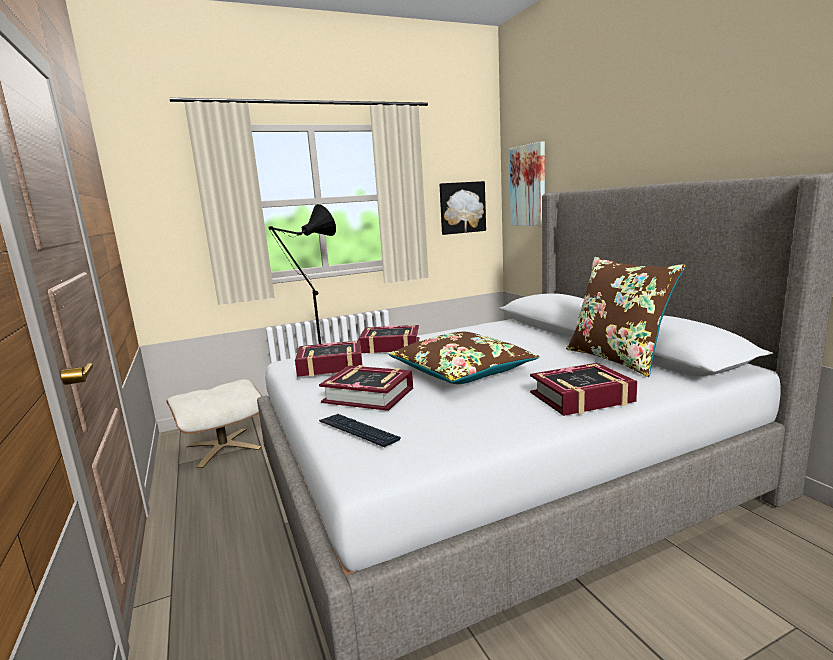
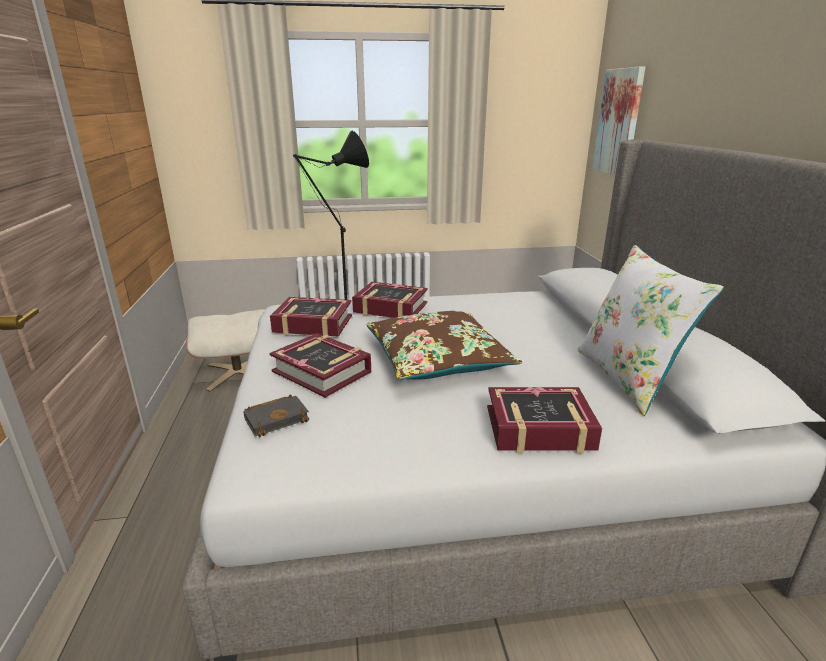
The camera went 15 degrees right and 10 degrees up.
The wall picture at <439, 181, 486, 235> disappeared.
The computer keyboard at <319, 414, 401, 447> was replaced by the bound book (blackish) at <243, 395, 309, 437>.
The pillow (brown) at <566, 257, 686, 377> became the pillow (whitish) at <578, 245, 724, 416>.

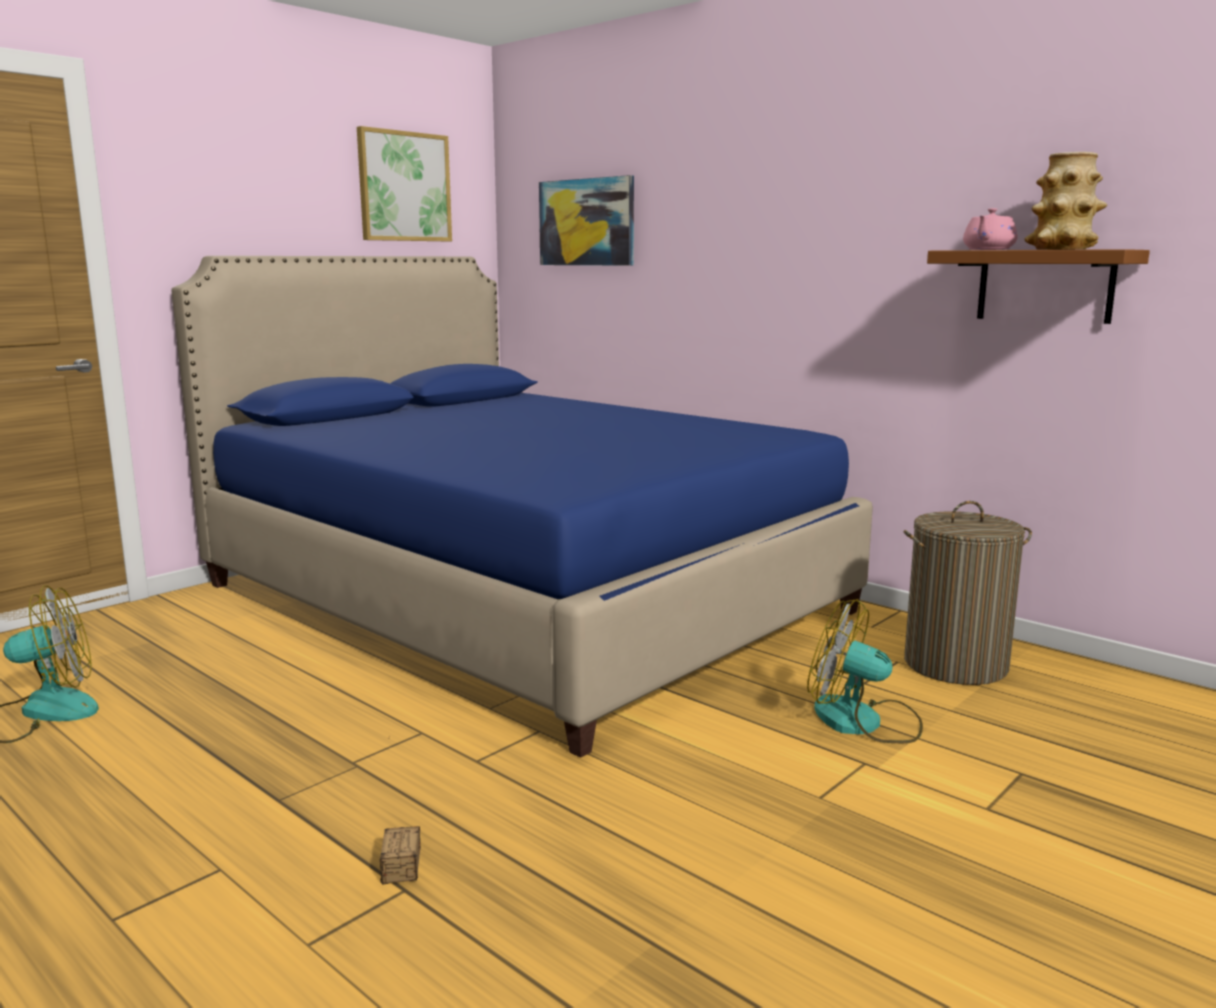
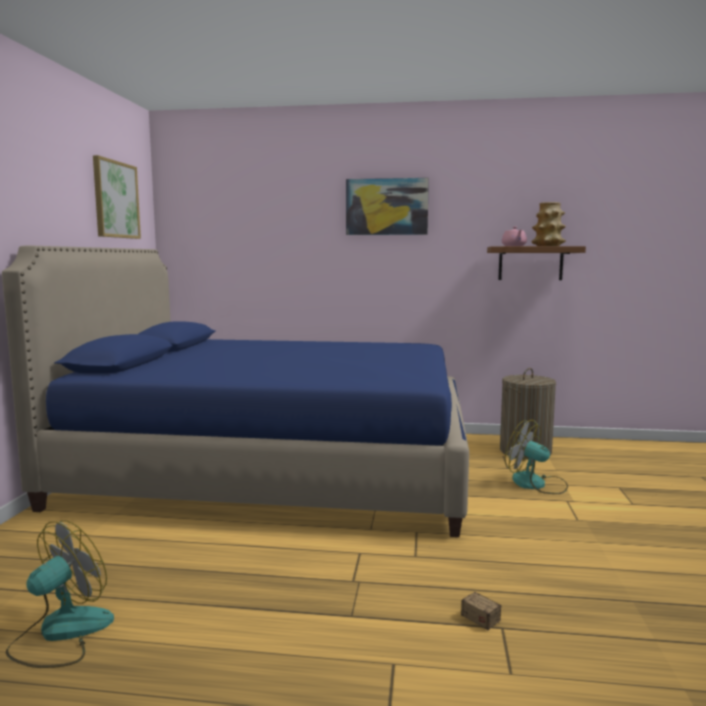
The camera went 35 degrees left and 5 degrees down.
The wall picture moved from <539, 175, 634, 266> to <346, 178, 429, 235>.
The cooling fan at <807, 599, 923, 743> turned 45 degrees clockwise.

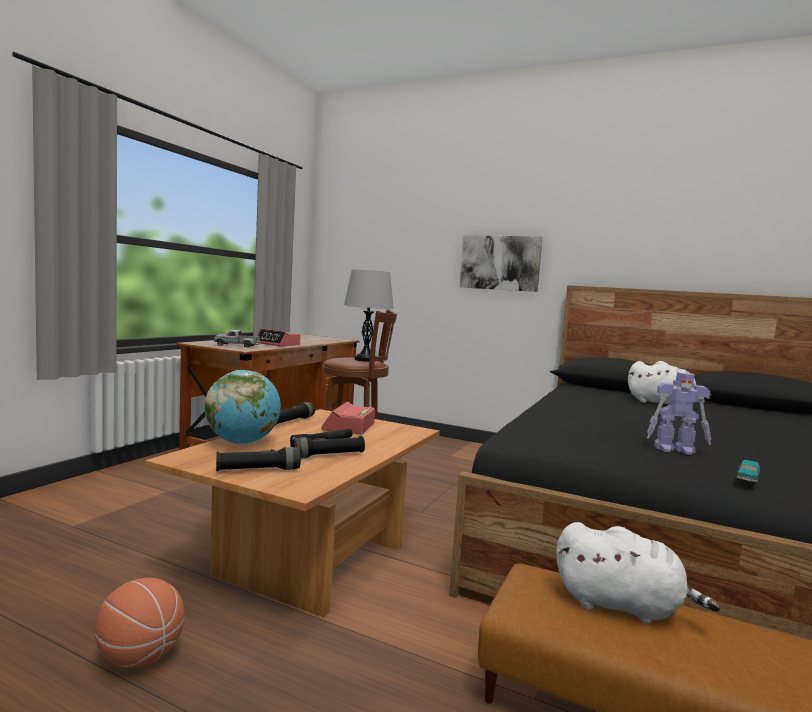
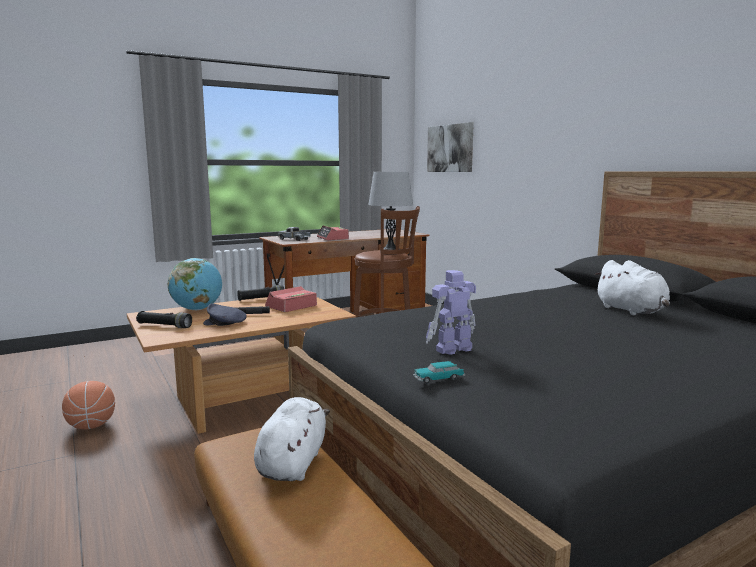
The camera went 35 degrees right and 5 degrees up.
The wall picture moved from <460, 235, 543, 292> to <427, 122, 474, 172>.
The torch (blackish) at <290, 436, 365, 459> was replaced by the cap (gray) at <203, 304, 247, 326>.
The cuddly toy (whitish) at <556, 522, 721, 624> turned 135 degrees counterclockwise.
The model robot at <647, 372, 711, 455> turned 105 degrees clockwise.

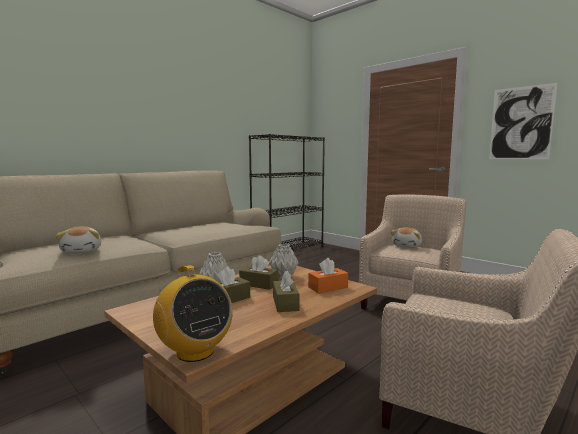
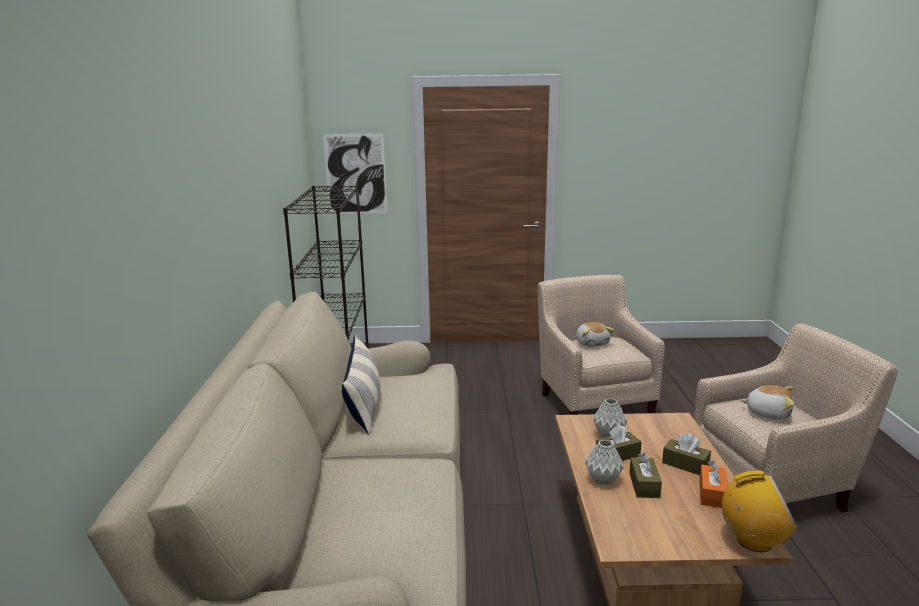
The camera went 45 degrees left and 10 degrees up.
The pillow at <342, 335, 380, 435> appeared.
The cuddly toy moved from <55, 226, 101, 254> to <741, 385, 794, 420>.
The tissue box (orange-coloured) moved from <308, 258, 348, 293> to <699, 461, 728, 508>.
The wall picture moved from <489, 83, 557, 159> to <323, 133, 387, 214>.

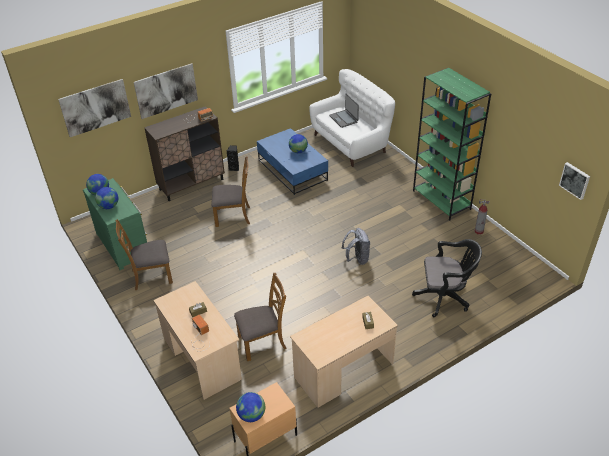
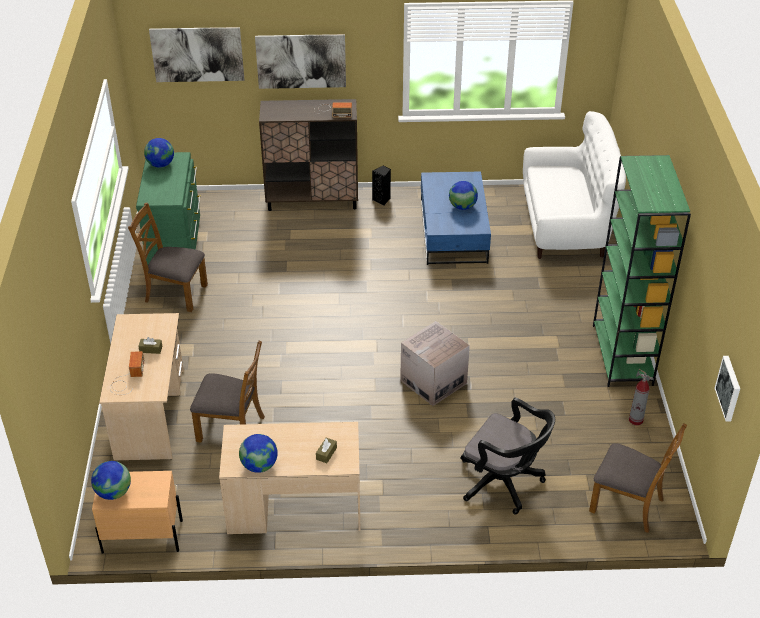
The camera went 30 degrees right and 0 degrees up.
The laptop at <329, 94, 359, 128> disappeared.
The world globe moved from <95, 187, 118, 209> to <239, 434, 278, 473>.
The upright chair (brown) moved from <211, 156, 250, 227> to <589, 423, 687, 533>.
The rucksack (gray) at <342, 228, 370, 265> was replaced by the packing box at <400, 321, 470, 406>.

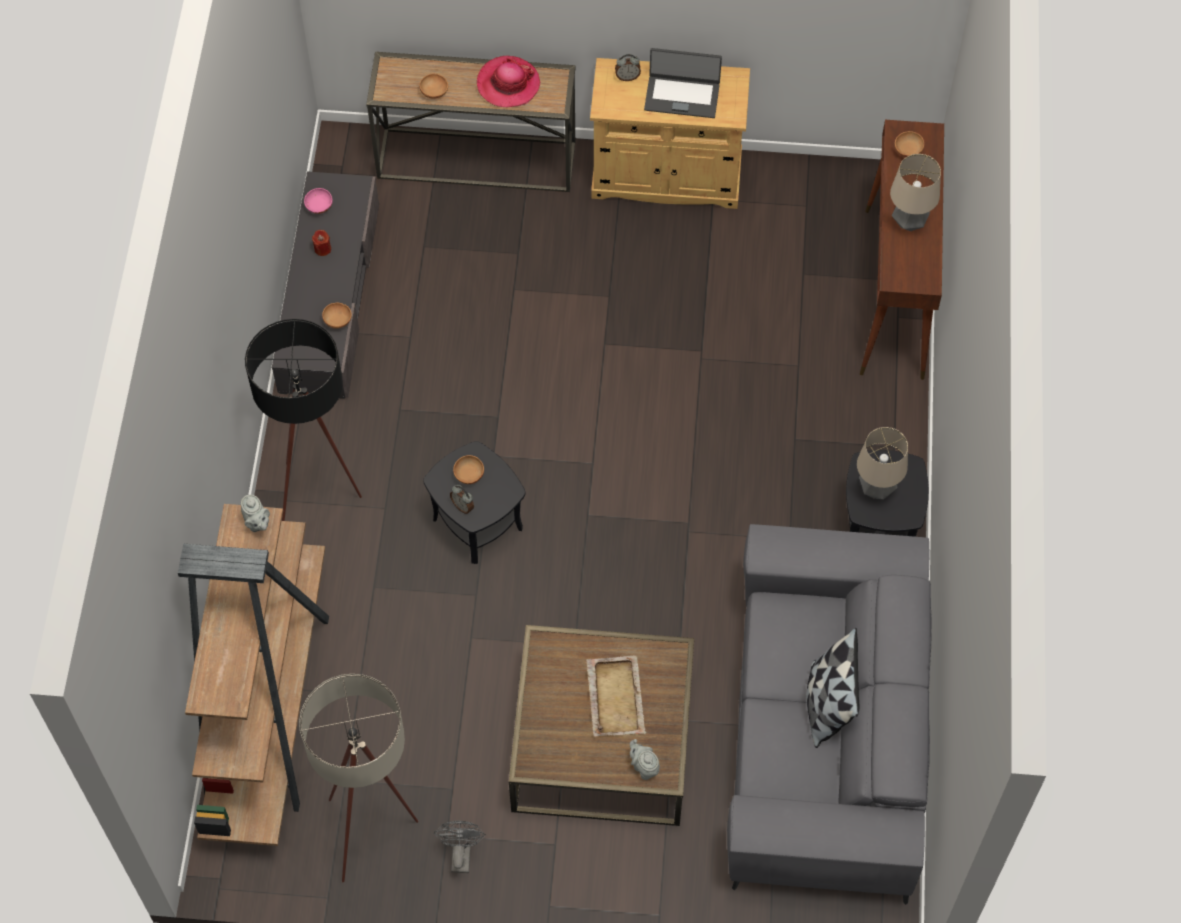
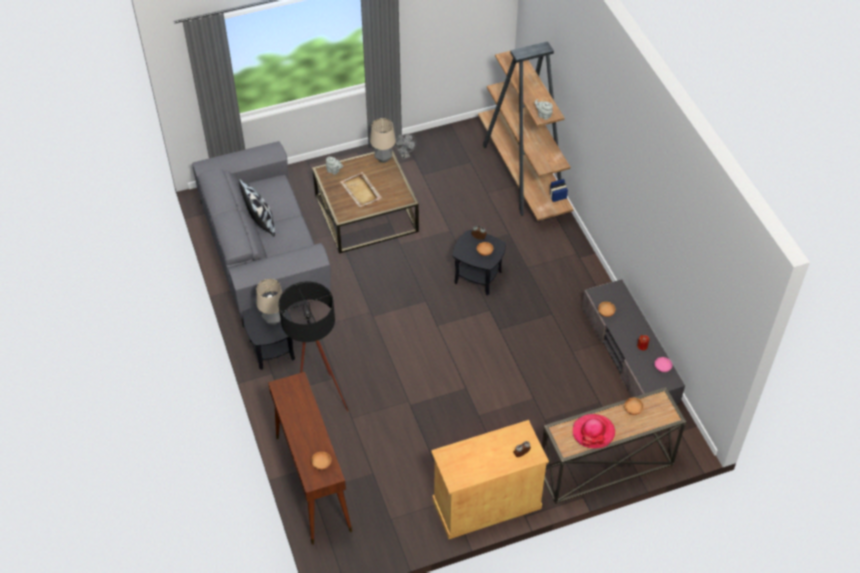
The camera went 155 degrees right and 10 degrees down.
The standing lamp (sand-coloured) at <299, 674, 418, 882> disappeared.
The laptop at <644, 48, 722, 118> disappeared.
The standing lamp (blackish) moved from <245, 319, 362, 521> to <278, 281, 348, 412>.
The tabletop lamp moved from <890, 154, 941, 231> to <370, 118, 396, 163>.

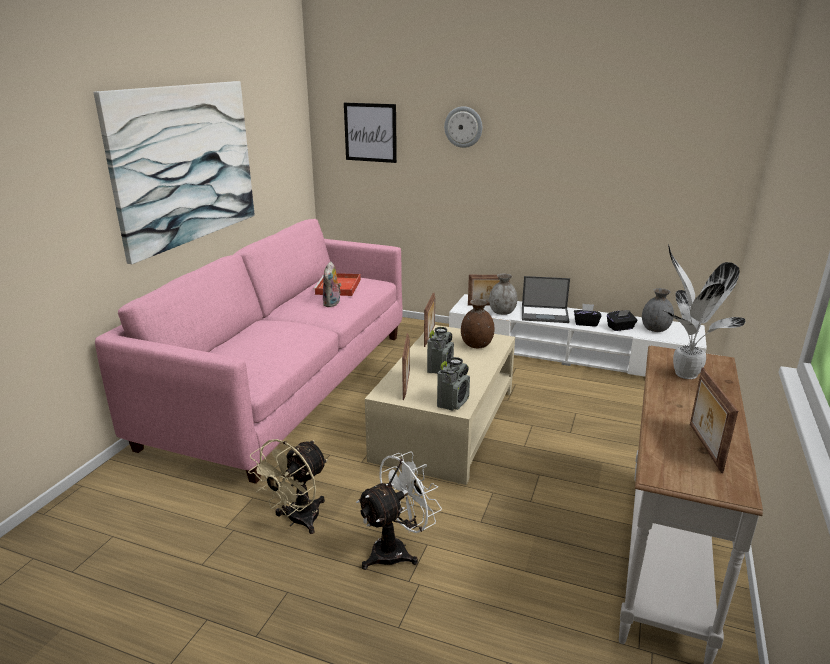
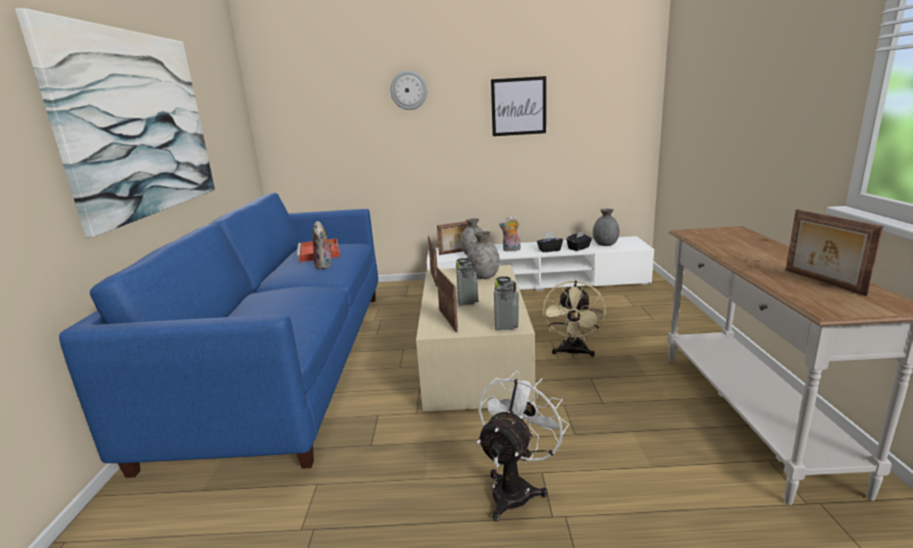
The camera went 20 degrees left and 5 degrees down.
The potted plant at <662, 245, 745, 379> disappeared.
The cooling fan (sand-coloured) moved from <248, 439, 328, 534> to <542, 280, 606, 357>.
The wall picture moved from <344, 103, 397, 163> to <491, 76, 546, 136>.
The laptop at <522, 276, 570, 323> was replaced by the cuddly toy at <499, 215, 521, 251>.
The settee (pink) at <95, 219, 402, 484> became the settee (blue) at <59, 193, 378, 478>.
The flower vase (brown) at <461, 299, 494, 348> became the flower vase (gray) at <467, 231, 500, 279>.

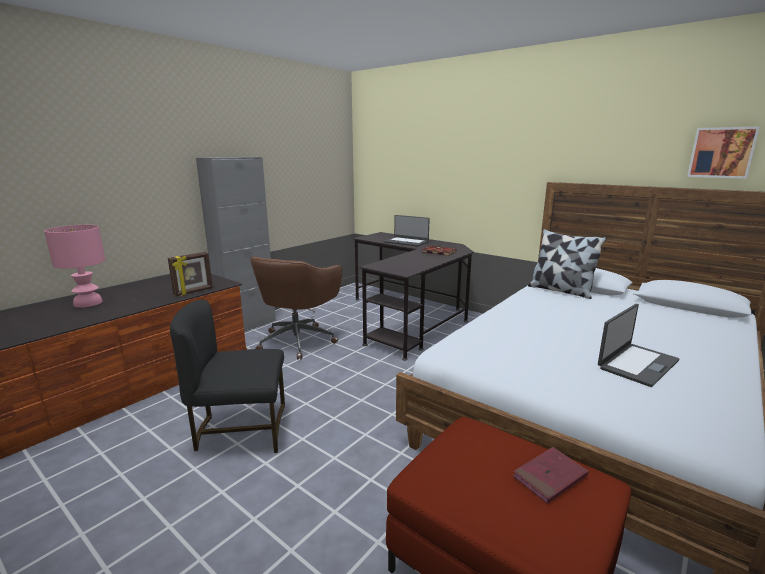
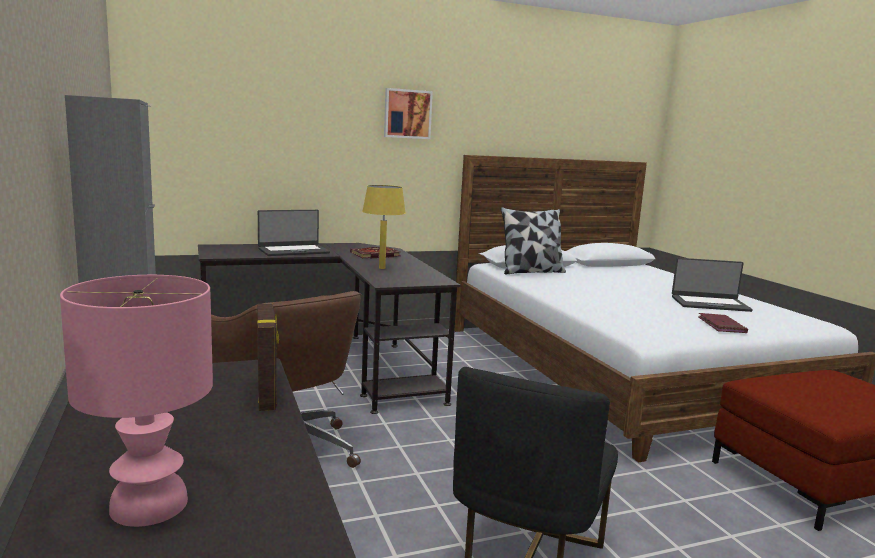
The camera went 60 degrees left and 5 degrees down.
The tabletop lamp (yellow) at <362, 185, 406, 269> appeared.
The bound book (red) moved from <513, 447, 589, 504> to <698, 313, 748, 333>.
The wall picture moved from <687, 126, 760, 179> to <384, 88, 433, 139>.
The laptop at <598, 304, 680, 387> turned 105 degrees clockwise.

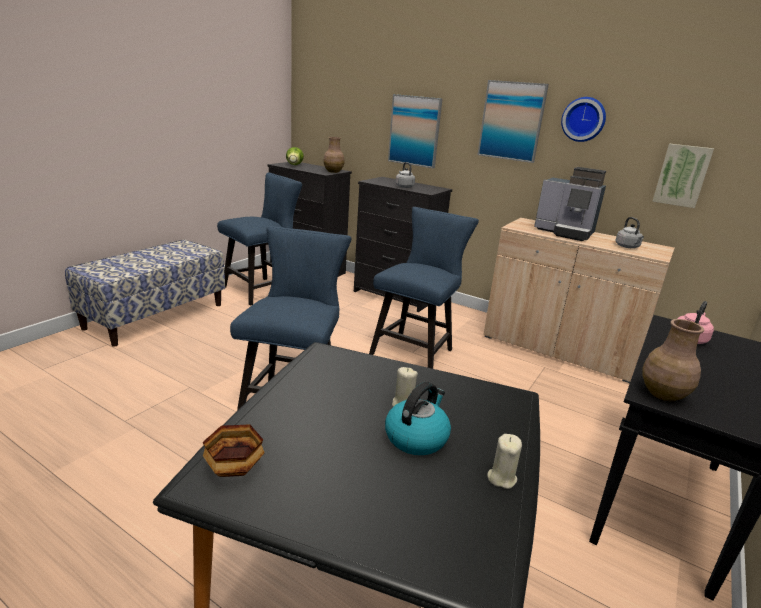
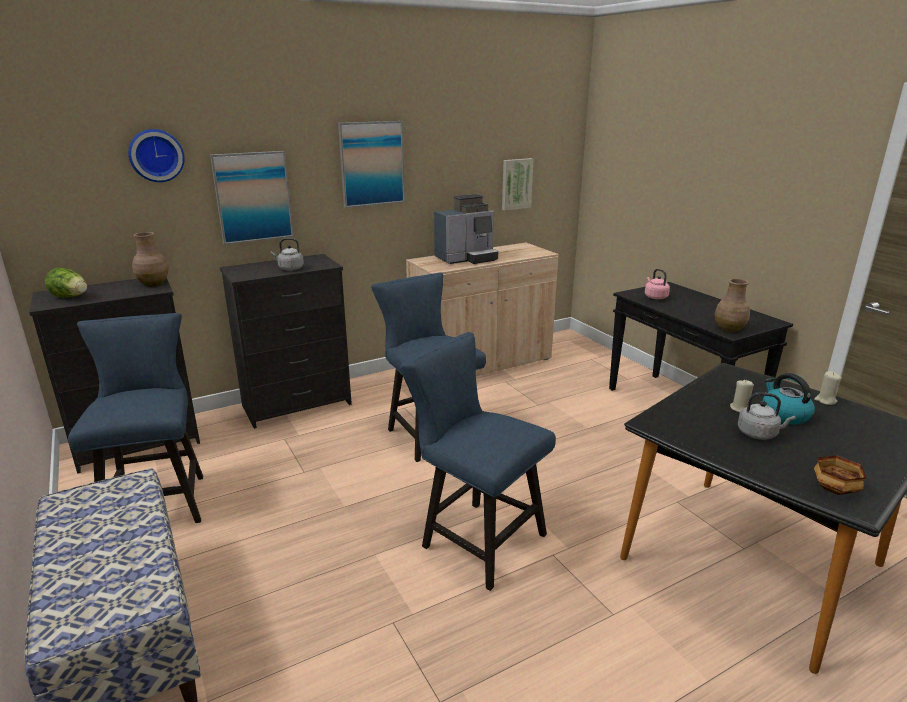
The camera went 60 degrees left and 0 degrees up.
The wall clock moved from <561, 97, 606, 142> to <128, 129, 185, 182>.
The water kettle (gray) moved from <615, 217, 644, 248> to <738, 392, 796, 440>.

